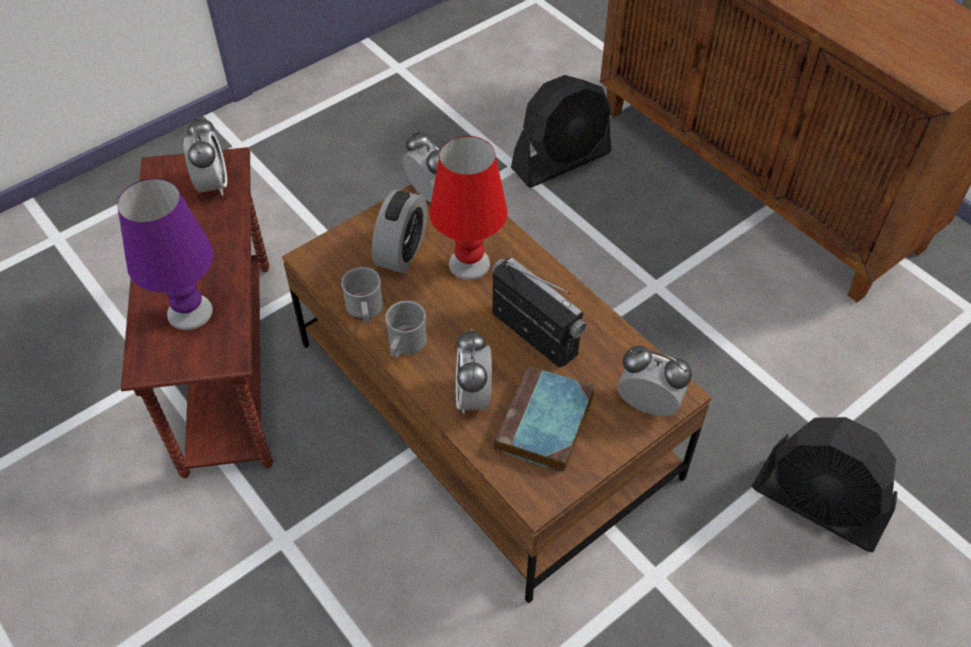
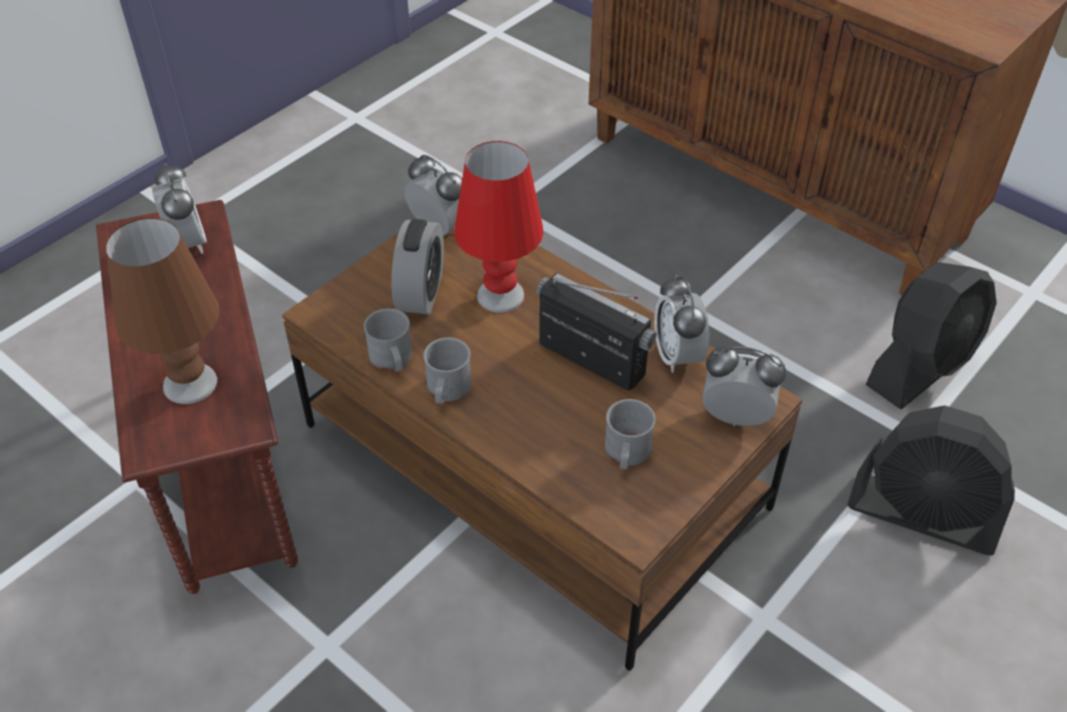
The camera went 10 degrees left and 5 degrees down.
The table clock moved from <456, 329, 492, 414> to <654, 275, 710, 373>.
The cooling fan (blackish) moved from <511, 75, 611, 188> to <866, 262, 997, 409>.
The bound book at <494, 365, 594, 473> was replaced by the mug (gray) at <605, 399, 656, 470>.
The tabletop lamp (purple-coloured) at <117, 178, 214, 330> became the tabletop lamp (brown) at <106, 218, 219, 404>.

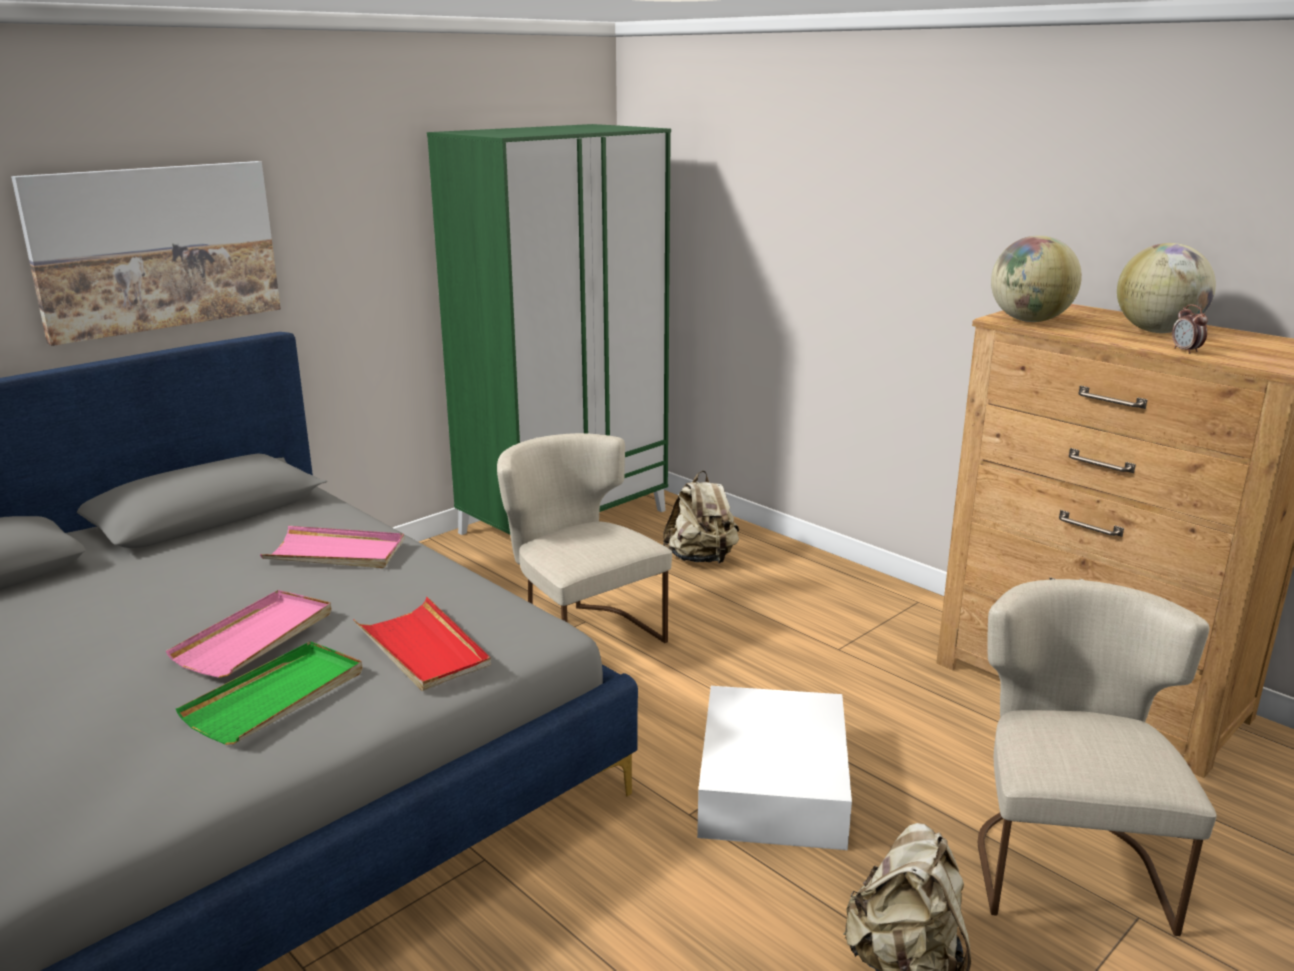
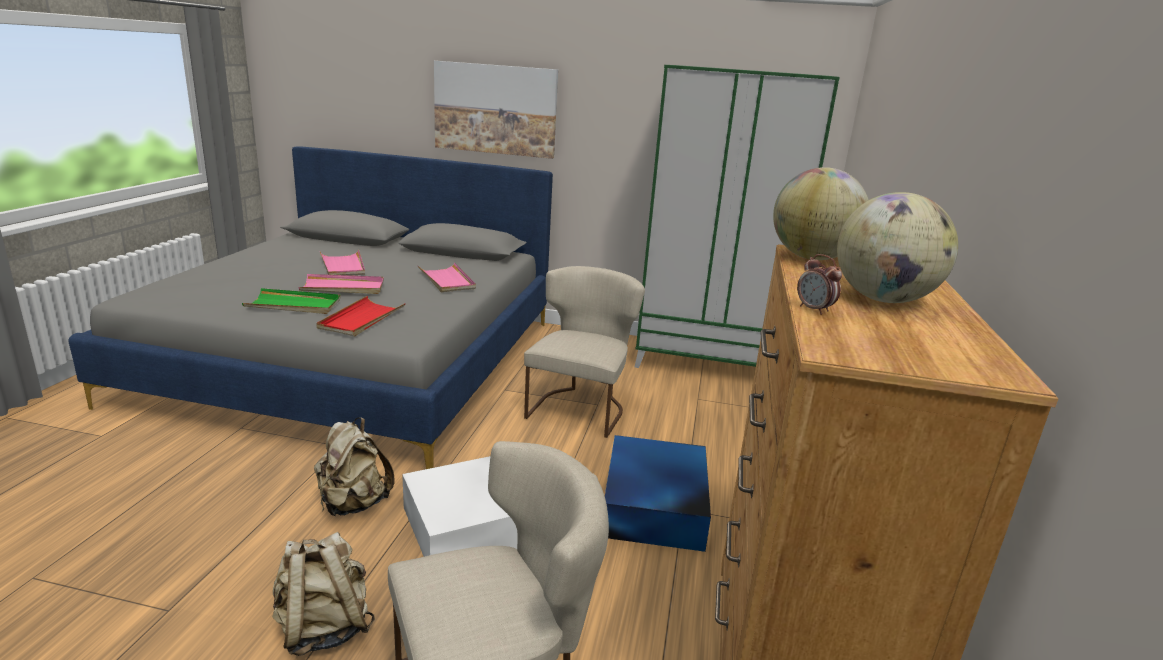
The camera went 55 degrees right and 0 degrees up.
The serving tray (pink) at <320, 250, 365, 275> appeared.
The storage bin (blue) at <605, 435, 711, 552> appeared.
The rucksack (sand-coloured) moved from <663, 471, 739, 563> to <314, 418, 394, 517>.
The table clock at <1172, 304, 1208, 354> turned 75 degrees counterclockwise.

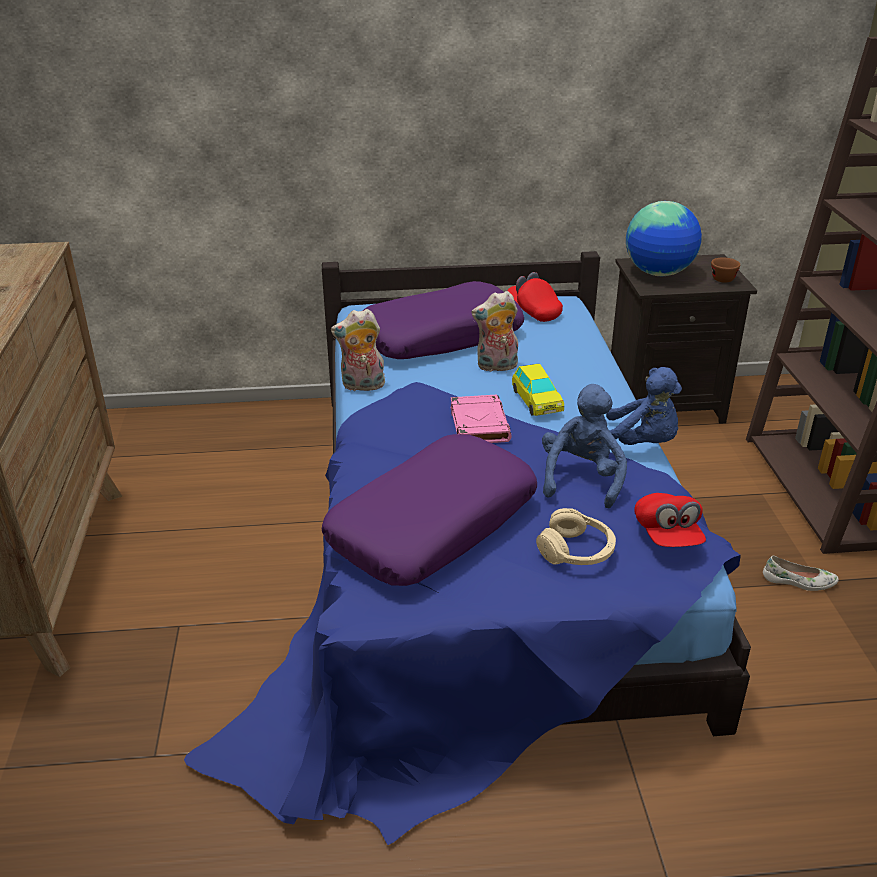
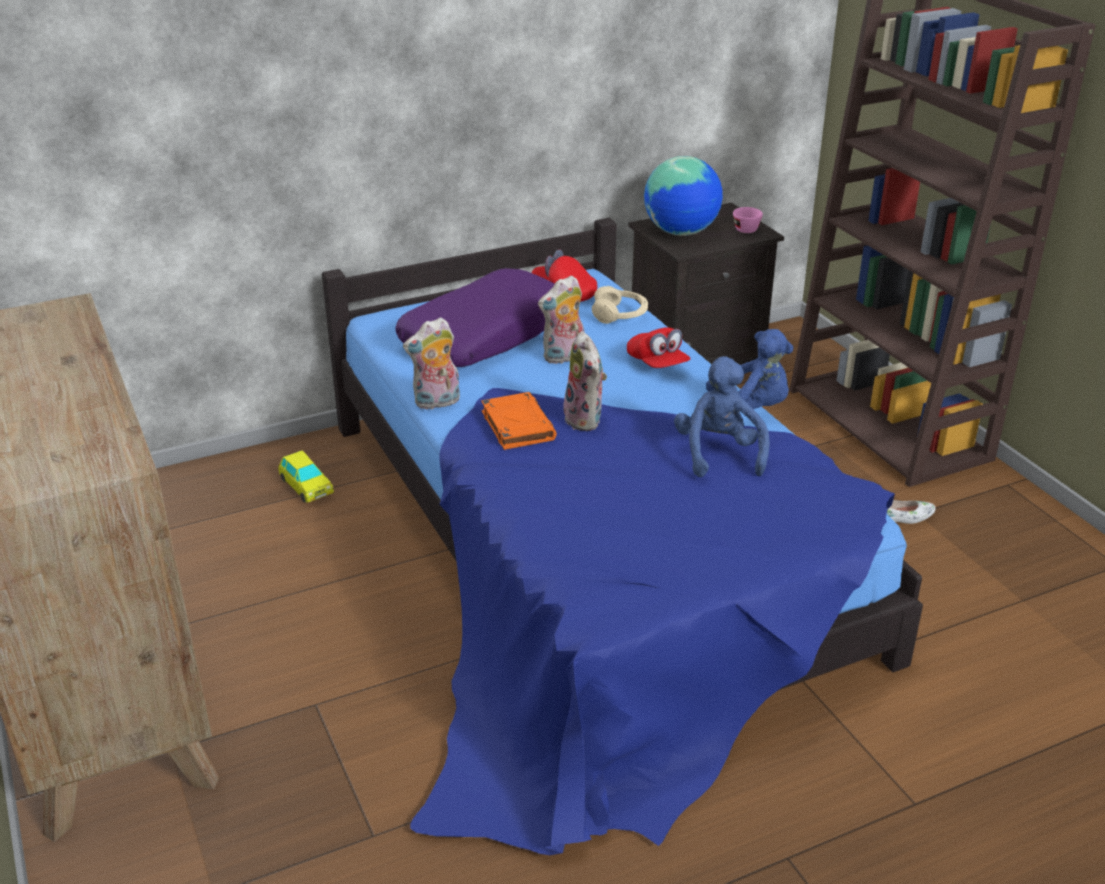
The camera went 20 degrees left and 0 degrees up.
The pillow (purple-coloured) at <322, 434, 537, 586> disappeared.
The bound book (orange-coloured) at <481, 392, 557, 450> appeared.
The toy car moved from <512, 364, 564, 416> to <278, 450, 334, 503>.
The headphones (sand-coloured) moved from <536, 508, 616, 565> to <592, 286, 648, 324>.
The cap (red) moved from <634, 493, 706, 547> to <627, 327, 690, 368>.
The bound book (pink) at <451, 395, 512, 443> was replaced by the cuddly toy at <563, 331, 607, 431>.
The cup (brown) at <711, 257, 740, 282> became the cup (pink) at <733, 207, 763, 233>.

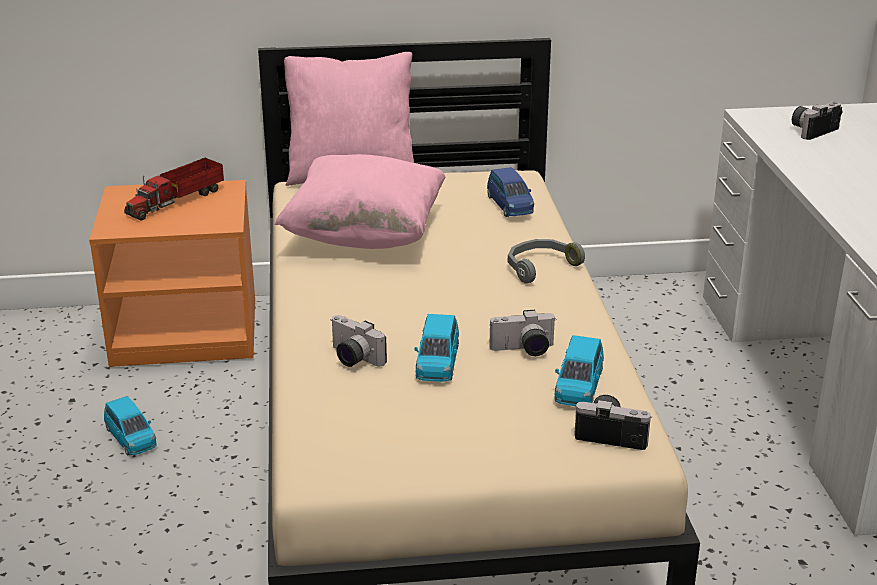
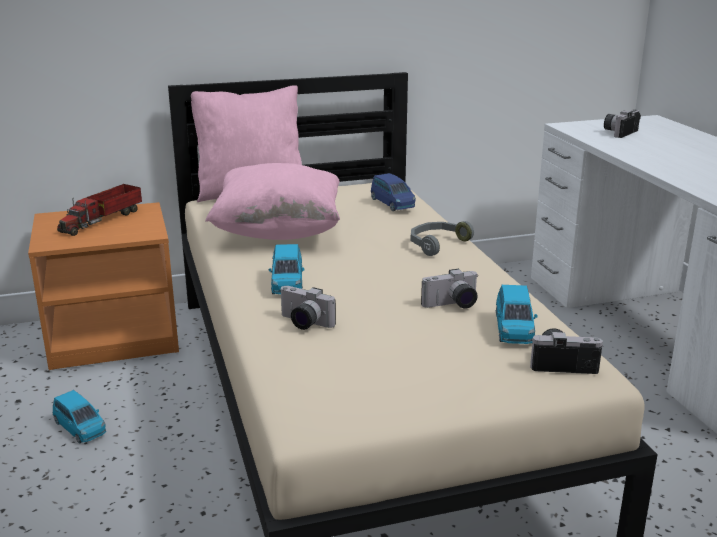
The camera went 10 degrees left and 5 degrees down.
The toy car (blue) moved from <414, 314, 459, 382> to <269, 244, 304, 294>.

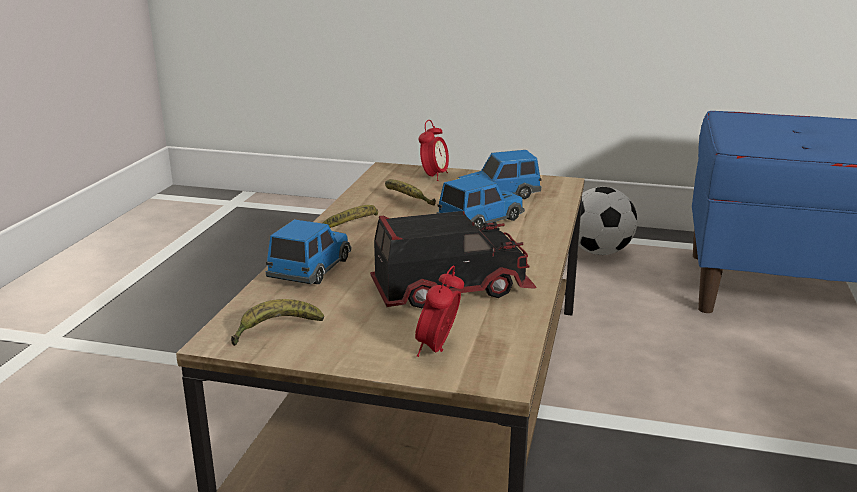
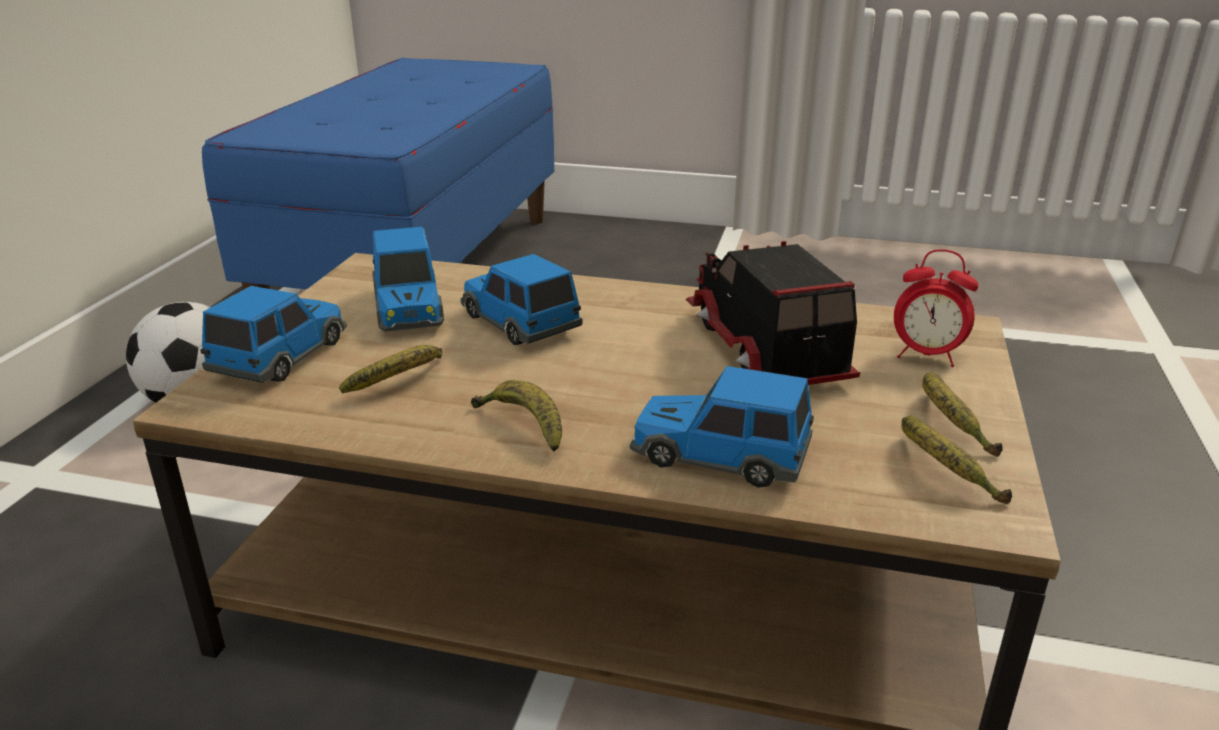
The camera went 90 degrees left and 5 degrees up.
The banana at <922, 372, 1003, 457> appeared.
The table clock at <418, 120, 449, 181> was replaced by the toy car at <200, 286, 347, 383>.

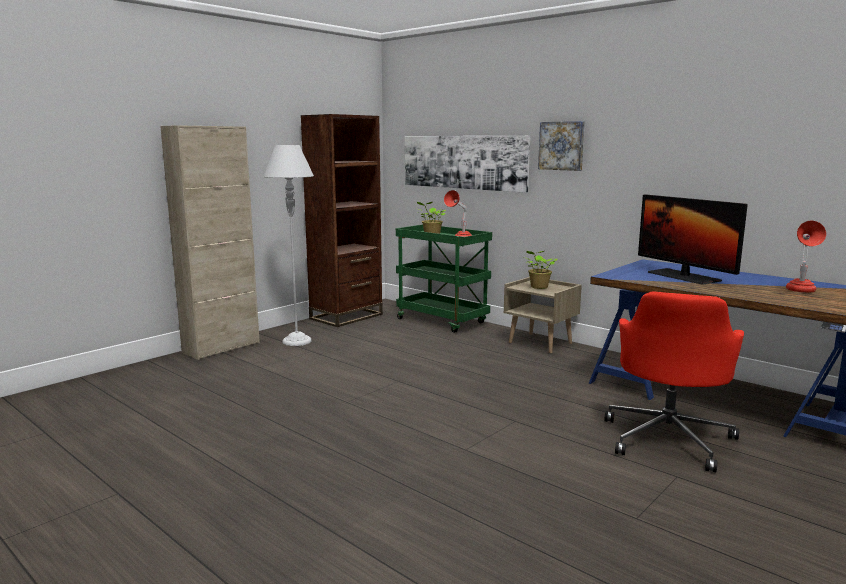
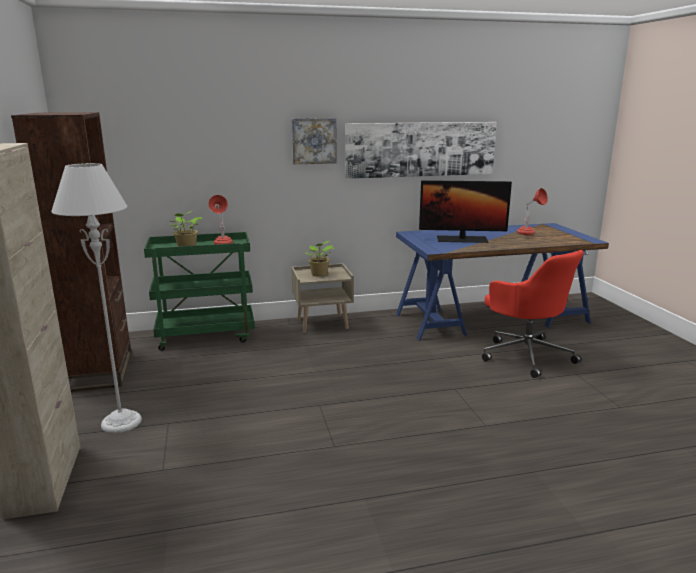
The camera went 55 degrees left and 5 degrees up.
The wall picture moved from <405, 136, 530, 193> to <345, 122, 497, 179>.

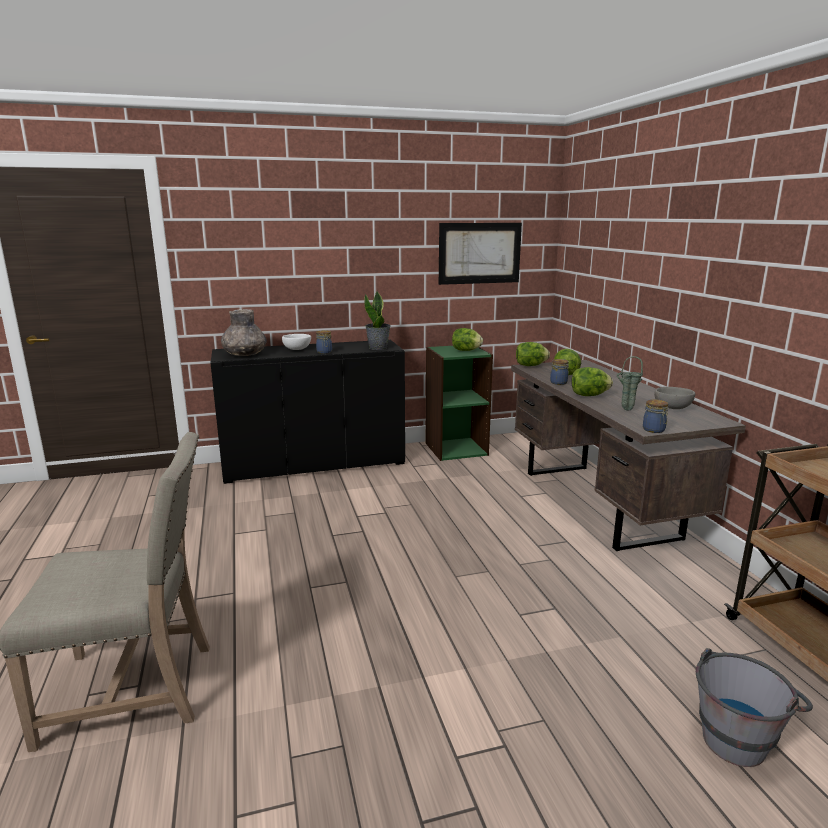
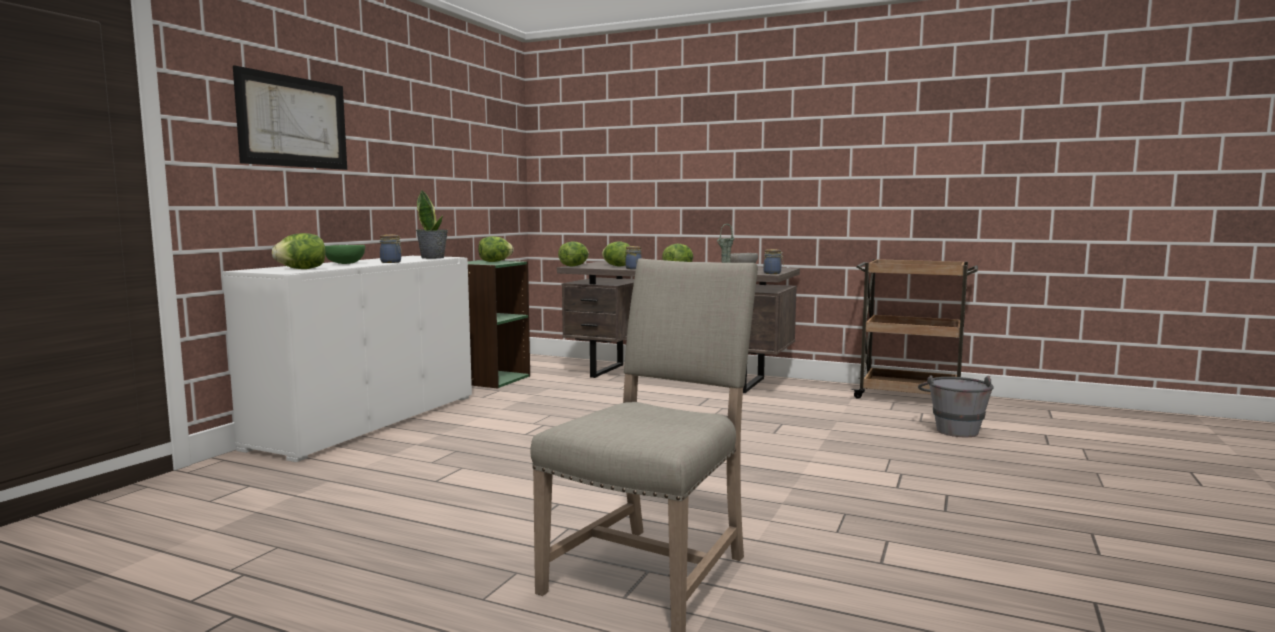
The camera went 50 degrees left and 10 degrees down.
The wall picture moved from <439, 223, 522, 285> to <233, 65, 347, 170>.
The flower vase (gray) at <221, 309, 267, 356> was replaced by the lettuce at <272, 233, 326, 269>.
The cabinet (blackish) at <211, 340, 405, 484> became the cabinet (whitish) at <222, 256, 472, 462>.
The serving bowl (whitish) at <282, 334, 311, 350> became the serving bowl (greenish) at <325, 245, 365, 264>.

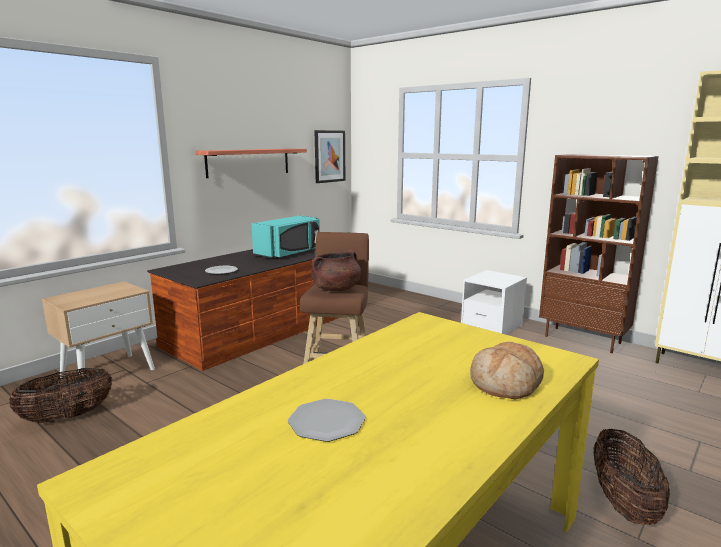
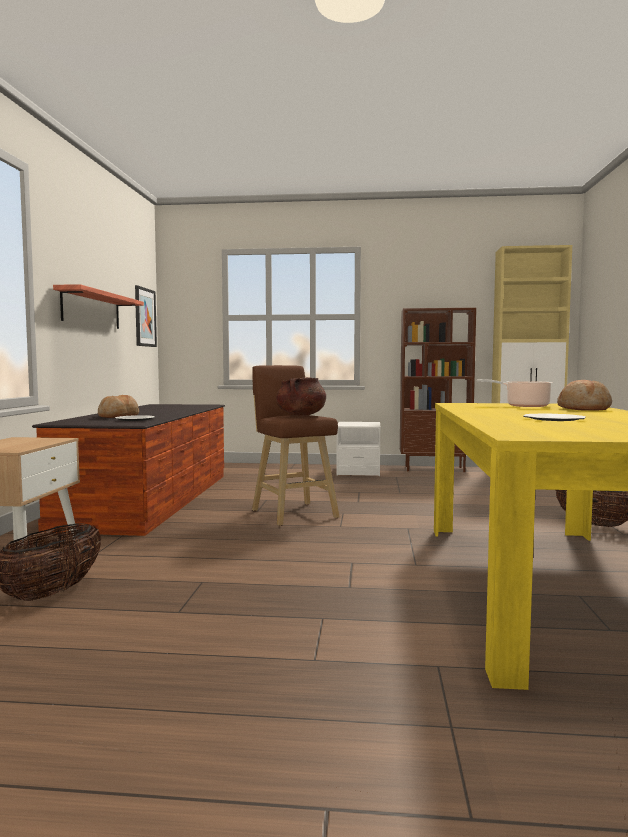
The camera went 35 degrees left and 10 degrees down.
The microwave oven (turquoise) at <251, 215, 320, 259> disappeared.
The baked bread at <98, 395, 139, 418> appeared.
The saucepot at <477, 379, 553, 407> appeared.

